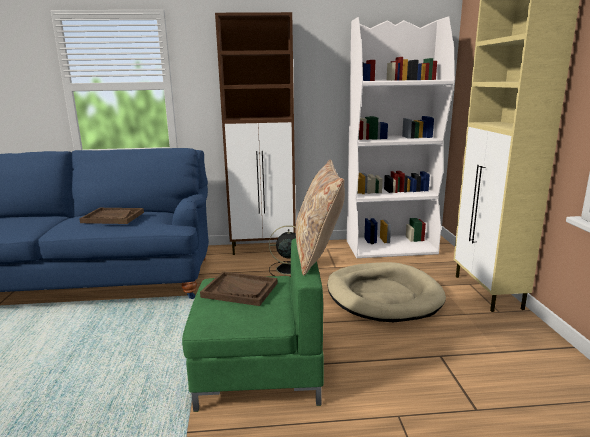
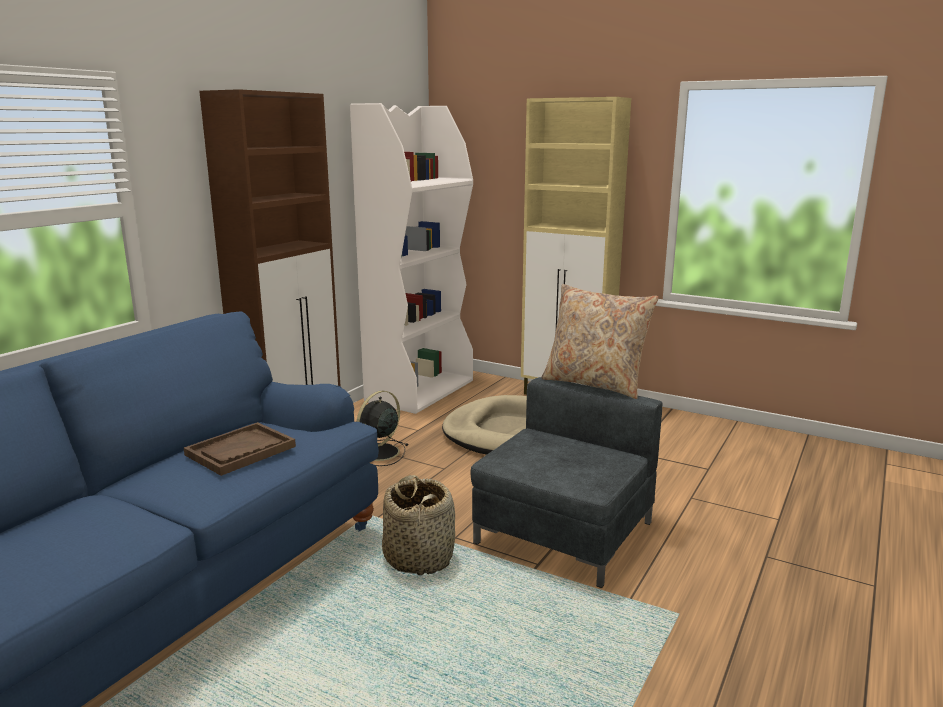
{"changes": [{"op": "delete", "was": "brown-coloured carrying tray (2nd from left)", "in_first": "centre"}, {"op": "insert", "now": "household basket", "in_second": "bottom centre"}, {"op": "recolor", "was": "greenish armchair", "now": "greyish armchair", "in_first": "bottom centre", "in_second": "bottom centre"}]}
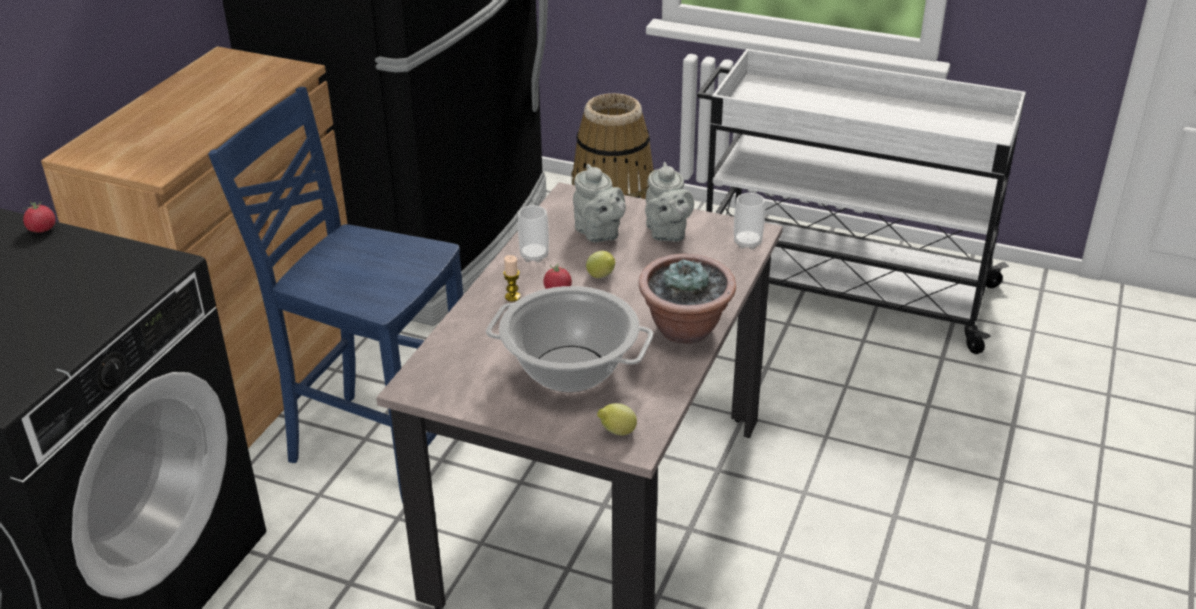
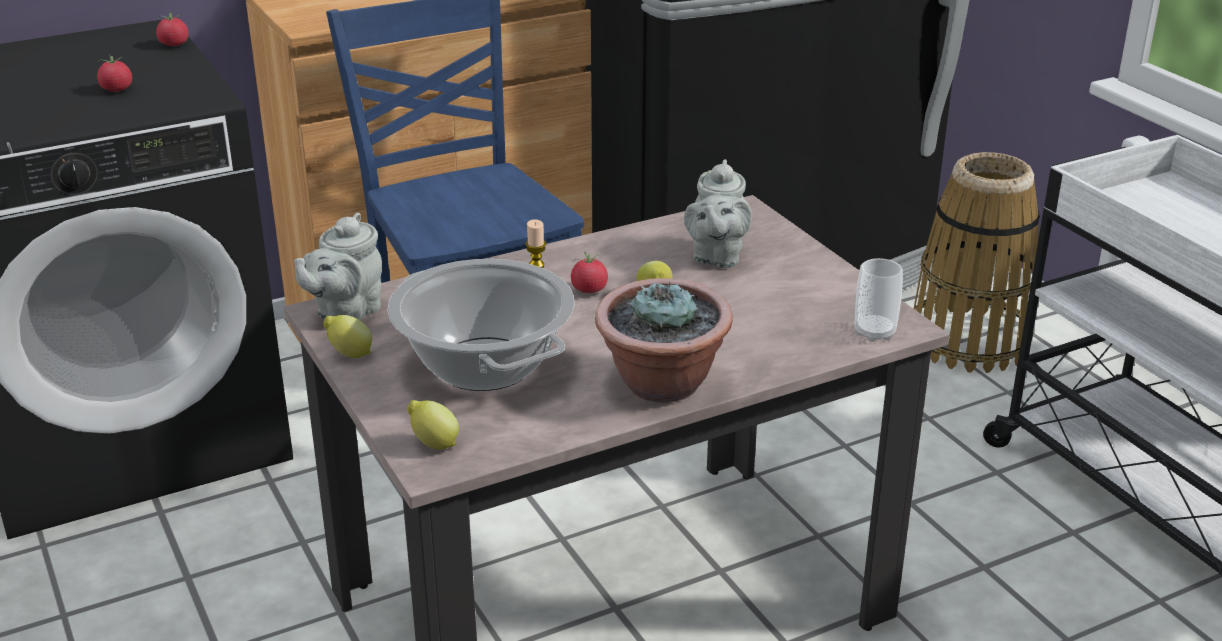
{"changes": [{"op": "delete", "was": "small cup (1st from left)", "in_first": "centre"}, {"op": "insert", "now": "fresh tomato (1st from left)", "in_second": "top left"}, {"op": "insert", "now": "citrus fruit (1st from left)", "in_second": "middle left"}, {"op": "move", "was": "greyish teapot (2nd from left in the first image)", "now": "greyish teapot (1st from left)", "in_first": "top centre", "in_second": "middle left"}]}
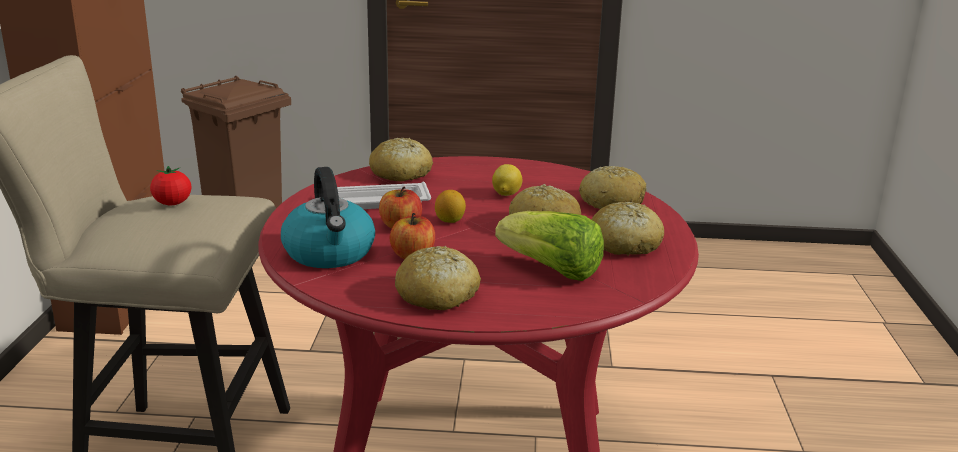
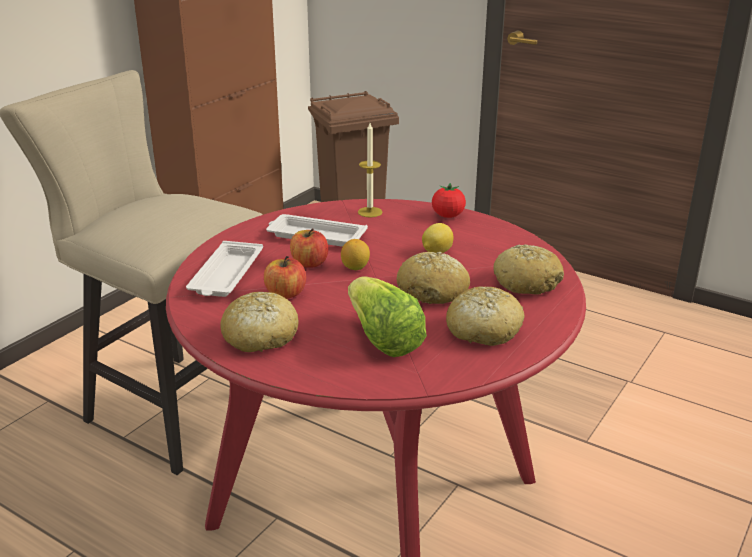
{"changes": [{"op": "move", "was": "fresh tomato", "in_first": "middle left", "in_second": "centre"}, {"op": "replace", "was": "tea kettle", "now": "white carrying tray (1st from left)", "in_first": "centre", "in_second": "middle left"}, {"op": "replace", "was": "bread (1st from left)", "now": "wax light", "in_first": "centre", "in_second": "top centre"}]}
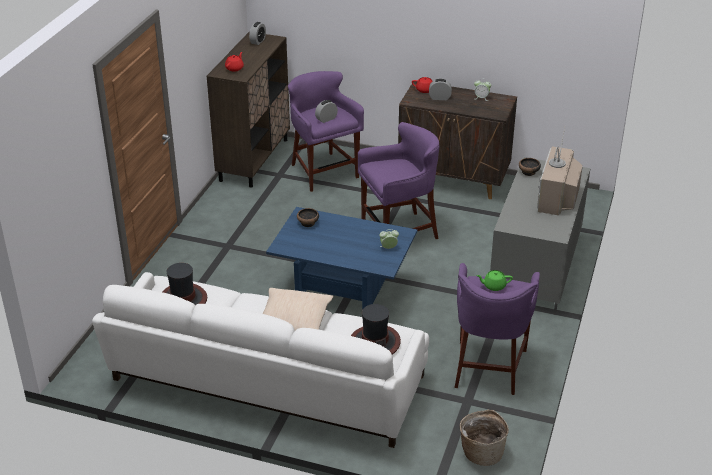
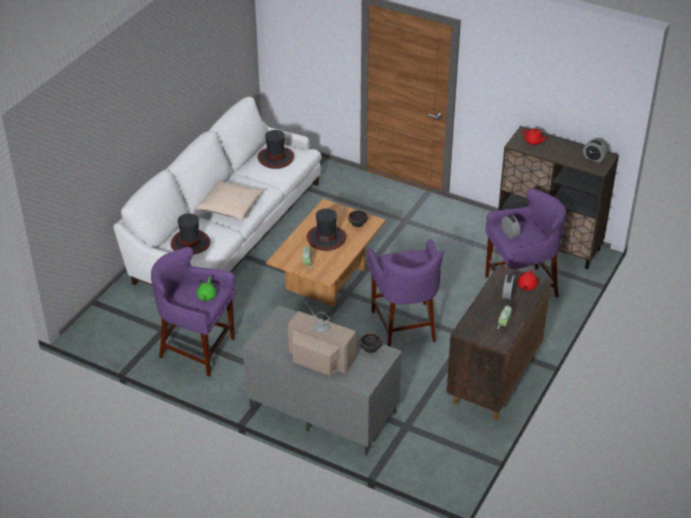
{"changes": [{"op": "delete", "was": "household basket", "in_first": "bottom right"}, {"op": "insert", "now": "clothing hat (3rd from left)", "in_second": "centre"}, {"op": "recolor", "was": "blue-coloured low table", "now": "brown-coloured low table", "in_first": "centre", "in_second": "centre"}]}
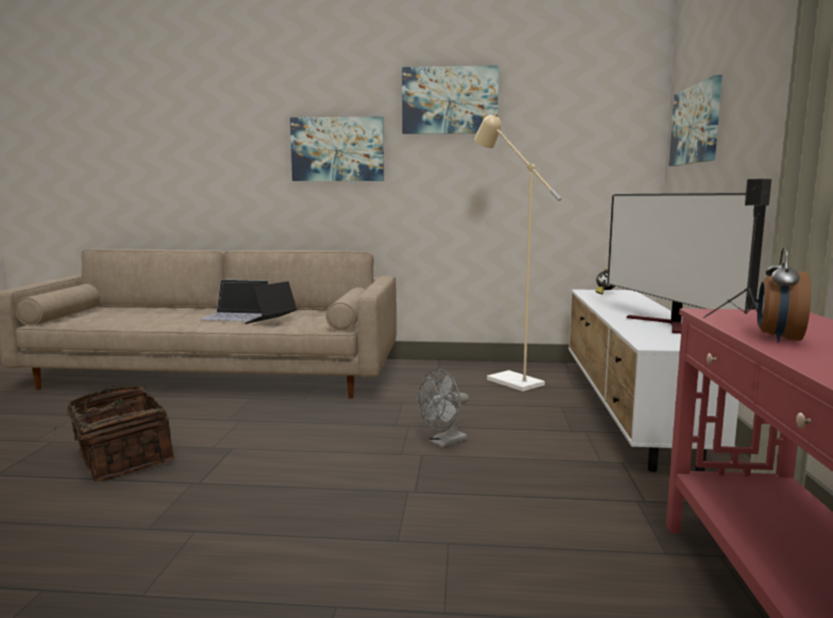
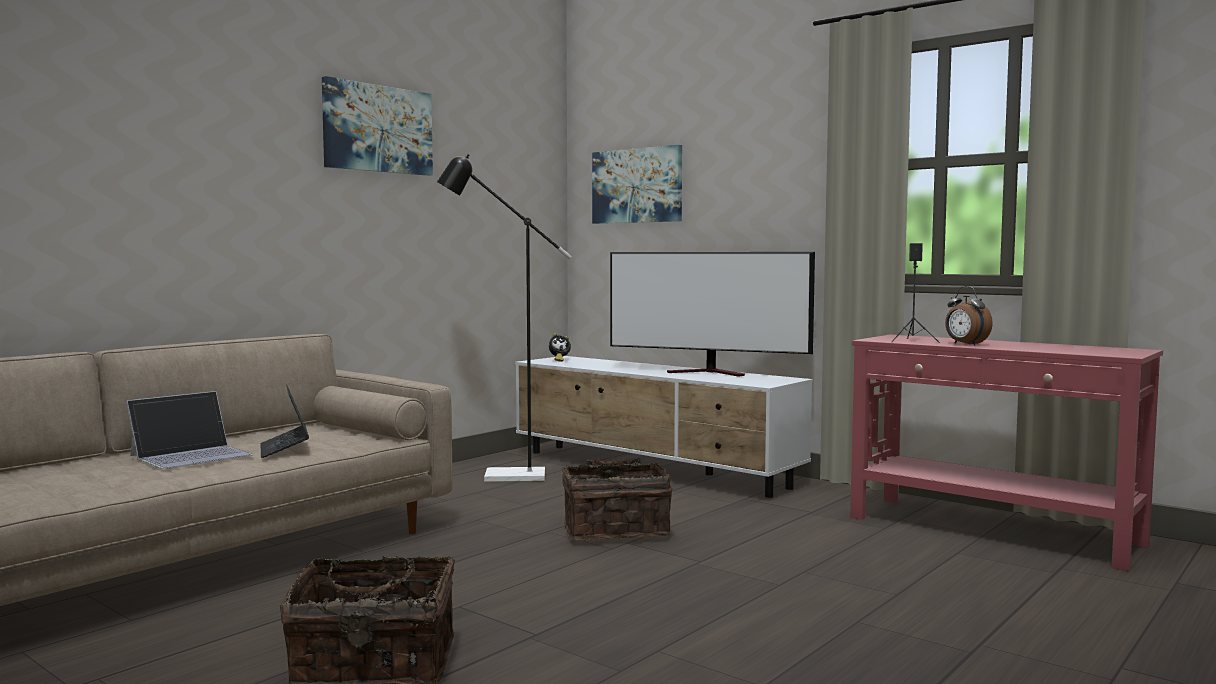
{"changes": [{"op": "delete", "was": "wall picture (1st from left)", "in_first": "top centre"}, {"op": "replace", "was": "greyish electric fan", "now": "household basket (2nd from left)", "in_first": "centre", "in_second": "bottom centre"}, {"op": "recolor", "was": "sand-coloured floor lamp", "now": "blackish floor lamp", "in_first": "centre", "in_second": "centre"}]}
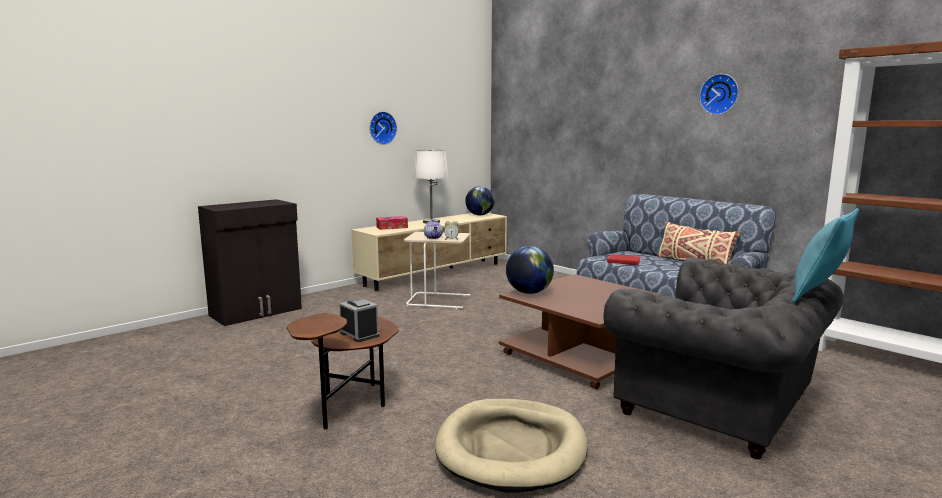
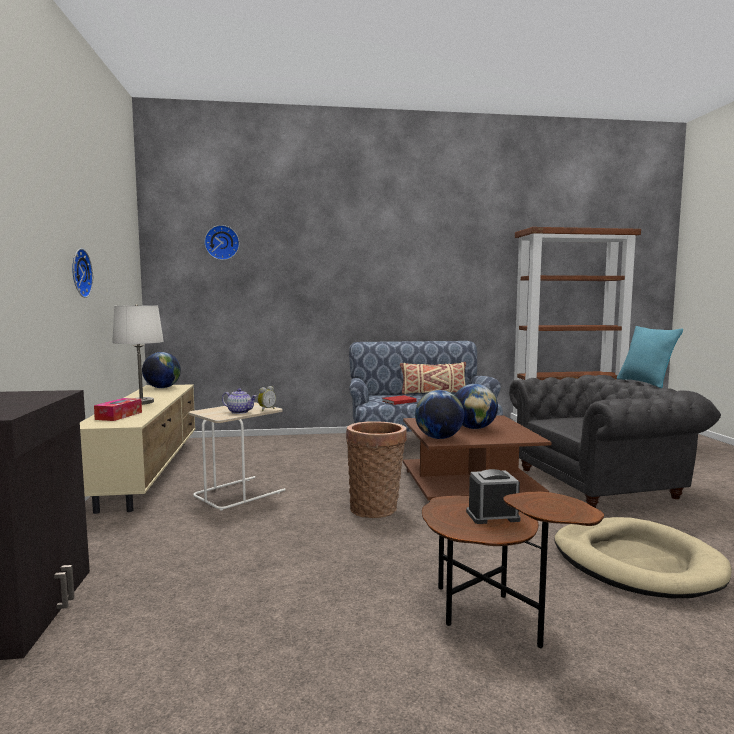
{"changes": [{"op": "insert", "now": "household basket", "in_second": "centre"}, {"op": "insert", "now": "world globe (3rd from left)", "in_second": "centre"}, {"op": "move", "was": "clock on the wall (2nd from left)", "in_first": "top right", "in_second": "top left"}]}
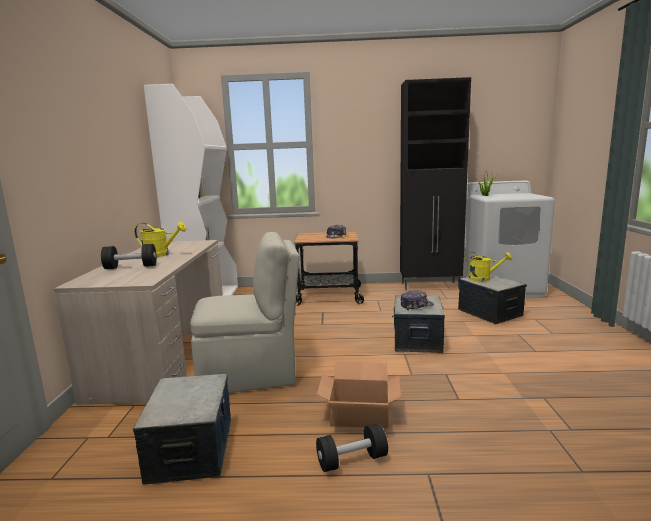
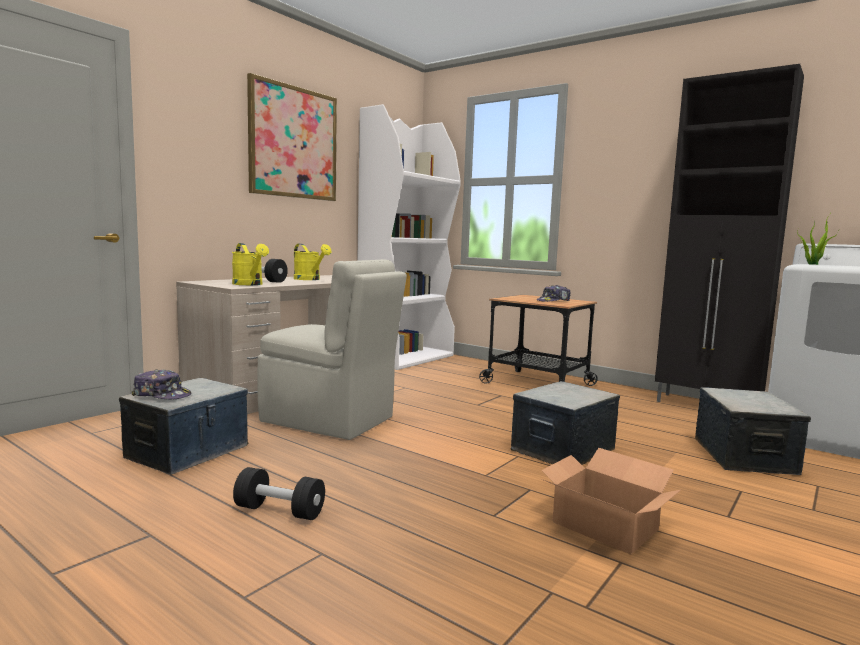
{"changes": [{"op": "insert", "now": "wall picture", "in_second": "top centre"}, {"op": "move", "was": "cardboard box", "in_first": "bottom centre", "in_second": "bottom right"}, {"op": "move", "was": "peaked cap (2nd from left in the first image)", "now": "peaked cap (1st from left)", "in_first": "centre", "in_second": "middle left"}, {"op": "move", "was": "yellow sprinkling can (2nd from left in the first image)", "now": "yellow sprinkling can (1st from left)", "in_first": "middle right", "in_second": "middle left"}]}
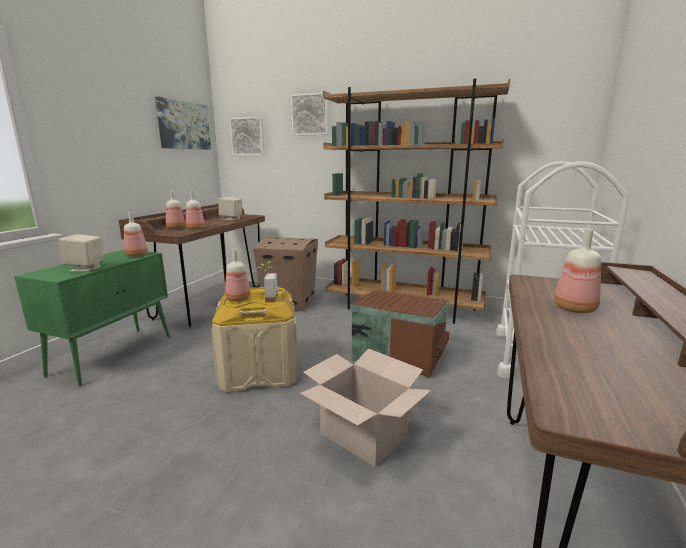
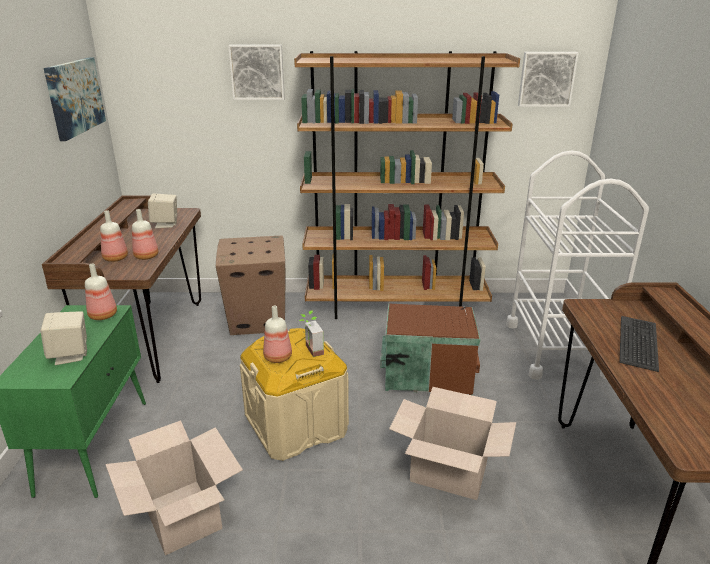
{"changes": [{"op": "insert", "now": "cardboard box (1st from left)", "in_second": "bottom left"}, {"op": "move", "was": "wall picture (2nd from left in the first image)", "now": "wall picture (3rd from left)", "in_first": "top centre", "in_second": "top right"}, {"op": "replace", "was": "drink bottle (5th from left)", "now": "PC keyboard", "in_first": "middle right", "in_second": "middle right"}]}
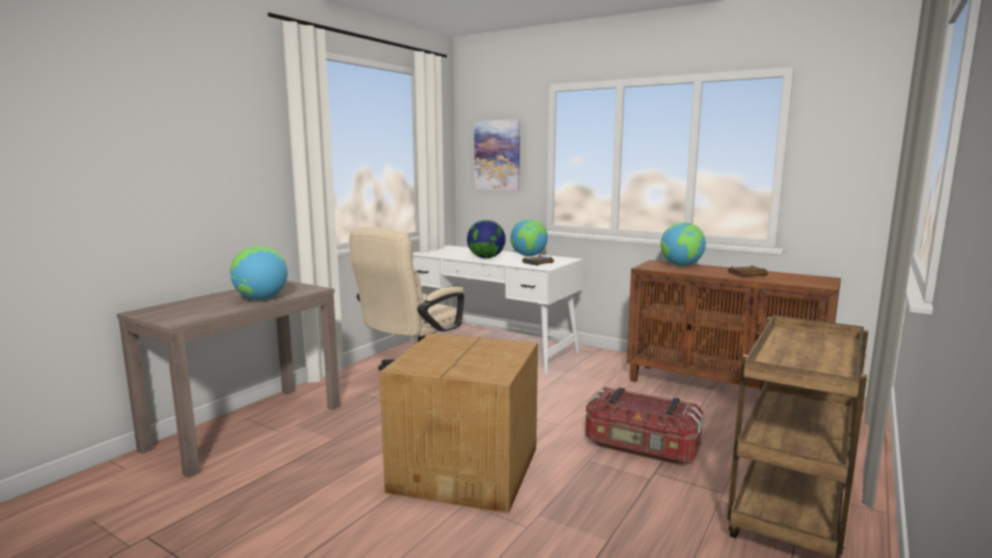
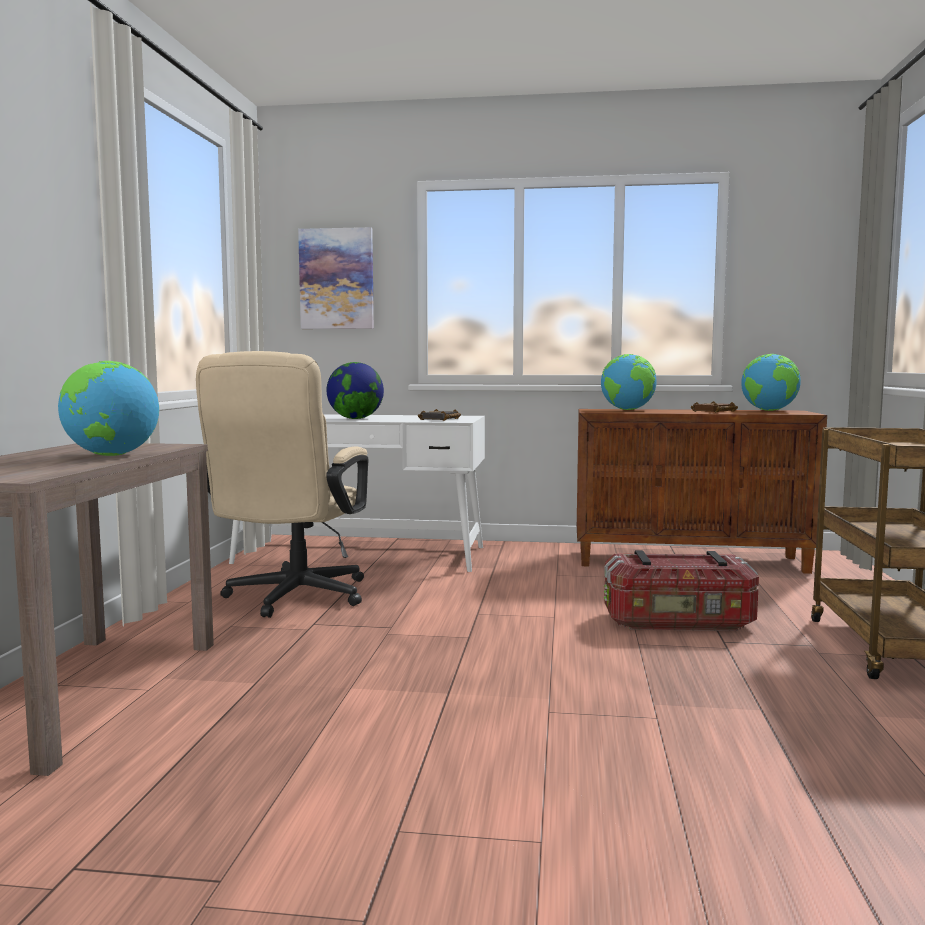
{"changes": [{"op": "delete", "was": "cardboard box", "in_first": "bottom centre"}, {"op": "move", "was": "world globe (3rd from left in the first image)", "now": "world globe (4th from left)", "in_first": "centre", "in_second": "middle right"}]}
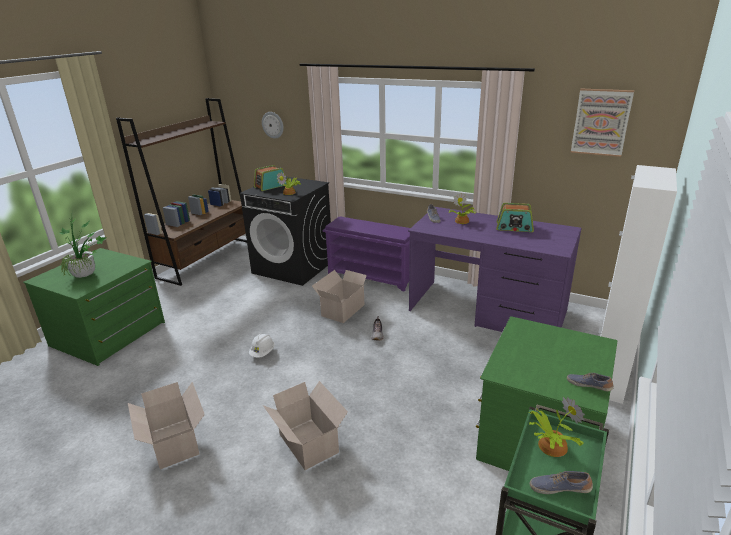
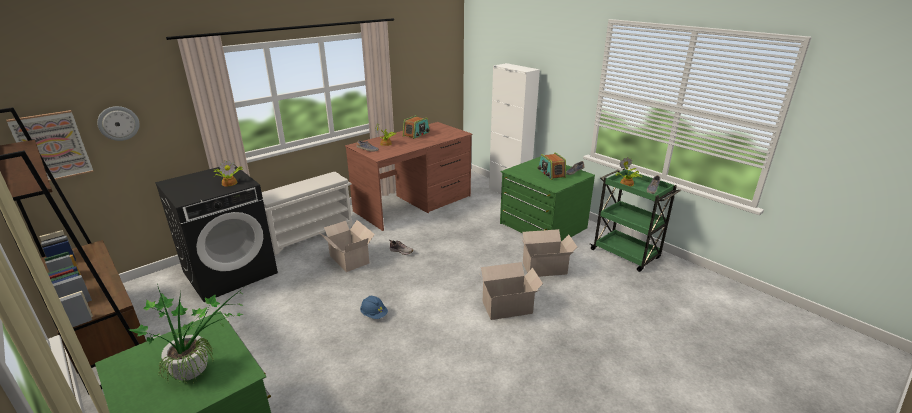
{"changes": [{"op": "move", "was": "cardboard box (1st from left in the first image)", "now": "cardboard box (3rd from left)", "in_first": "bottom left", "in_second": "centre"}, {"op": "move", "was": "radio receiver (1st from left in the first image)", "now": "radio receiver (2nd from left)", "in_first": "top centre", "in_second": "centre"}, {"op": "move", "was": "wall picture", "in_first": "top right", "in_second": "middle left"}, {"op": "recolor", "was": "white work helmet", "now": "blue-coloured work helmet", "in_first": "centre", "in_second": "bottom centre"}, {"op": "recolor", "was": "purple shoe rack", "now": "white shoe rack", "in_first": "centre", "in_second": "centre"}, {"op": "recolor", "was": "purple desk unit", "now": "brown-coloured desk unit", "in_first": "middle right", "in_second": "centre"}]}
